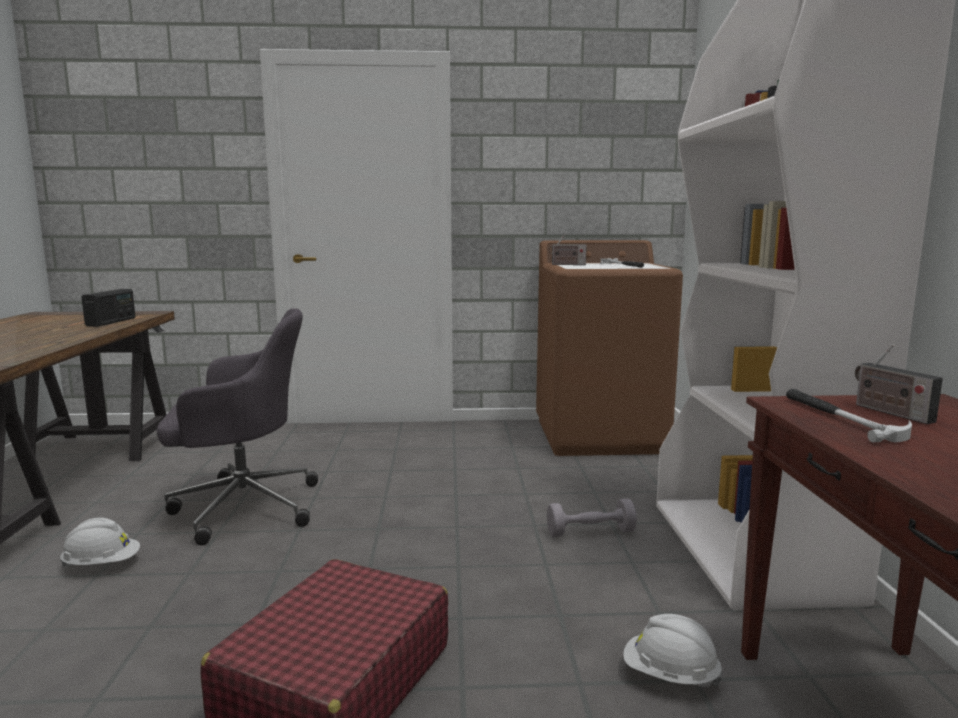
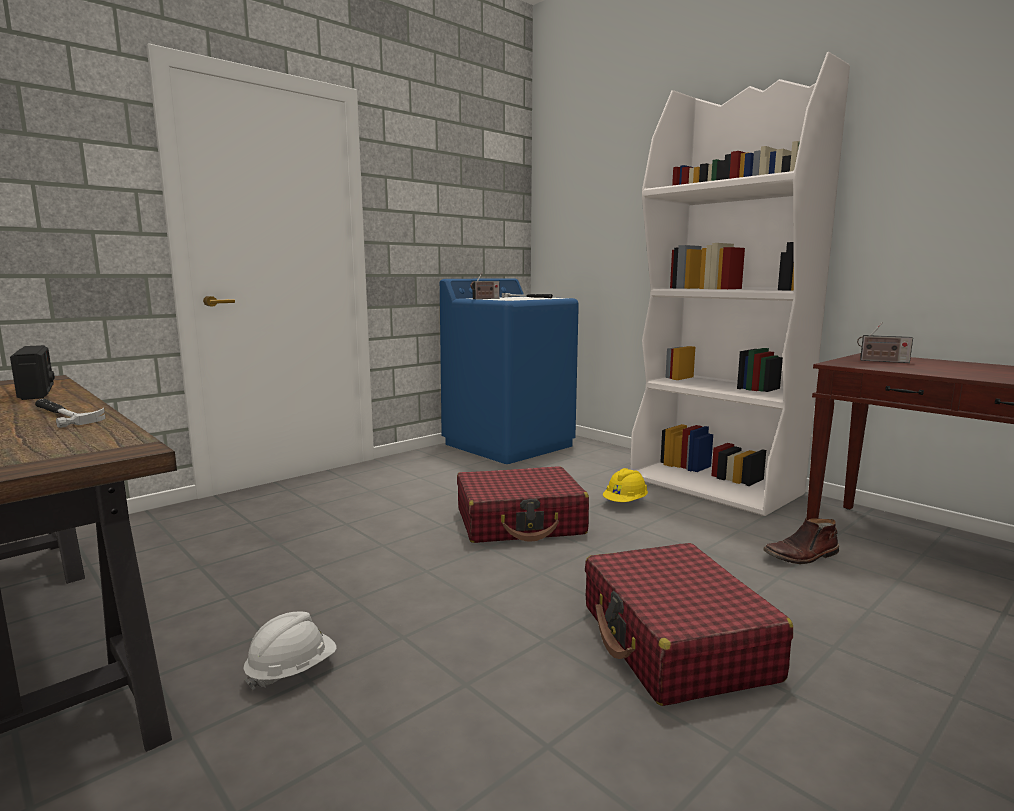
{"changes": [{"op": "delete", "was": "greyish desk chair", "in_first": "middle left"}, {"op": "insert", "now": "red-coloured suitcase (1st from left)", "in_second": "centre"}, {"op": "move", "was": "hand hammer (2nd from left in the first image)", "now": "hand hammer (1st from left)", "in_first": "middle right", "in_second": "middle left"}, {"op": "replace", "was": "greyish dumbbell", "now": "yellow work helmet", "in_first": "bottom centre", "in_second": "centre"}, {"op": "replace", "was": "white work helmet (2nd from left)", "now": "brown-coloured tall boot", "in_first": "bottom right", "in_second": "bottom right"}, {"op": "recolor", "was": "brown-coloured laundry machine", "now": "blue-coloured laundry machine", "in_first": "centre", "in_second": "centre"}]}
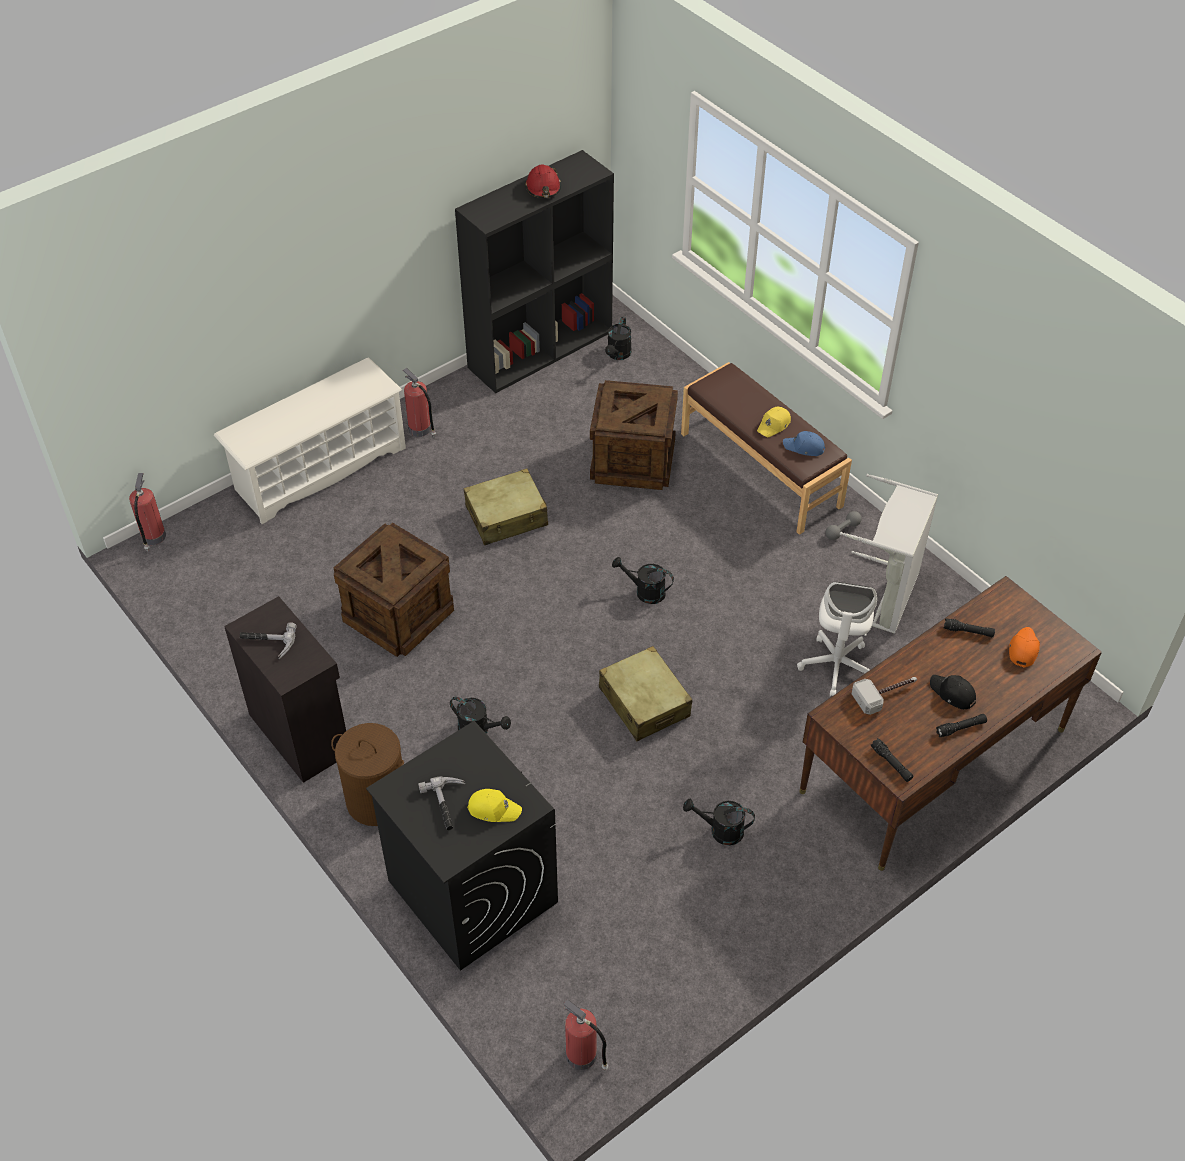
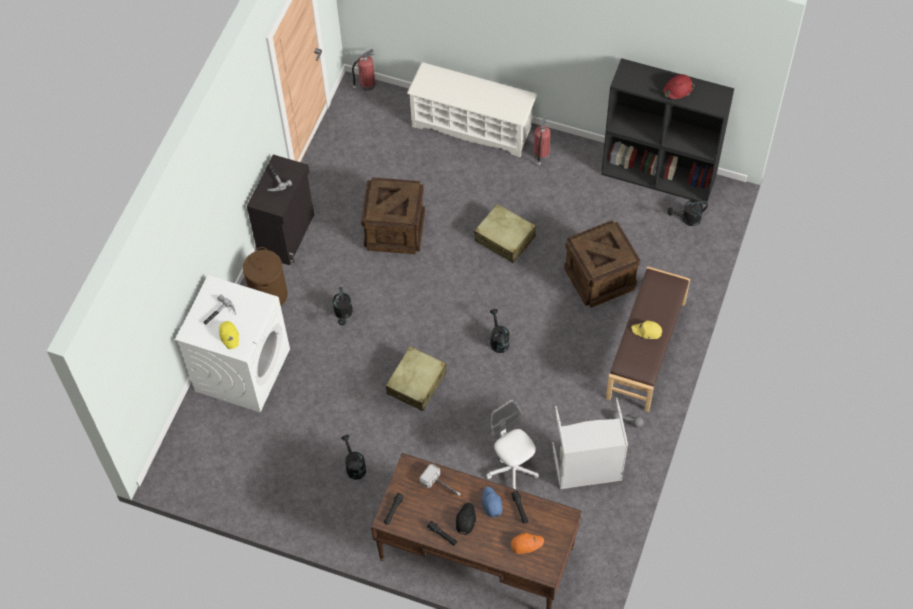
{"changes": [{"op": "delete", "was": "fire-fighting cylinder (3rd from left)", "in_first": "bottom centre"}, {"op": "move", "was": "blue-coloured peaked cap", "in_first": "middle right", "in_second": "bottom centre"}, {"op": "recolor", "was": "blackish laundry machine", "now": "white laundry machine", "in_first": "bottom centre", "in_second": "middle left"}, {"op": "rotate", "was": "white desk chair", "in_first": "middle right", "in_second": "bottom centre", "clockwise": 75}]}
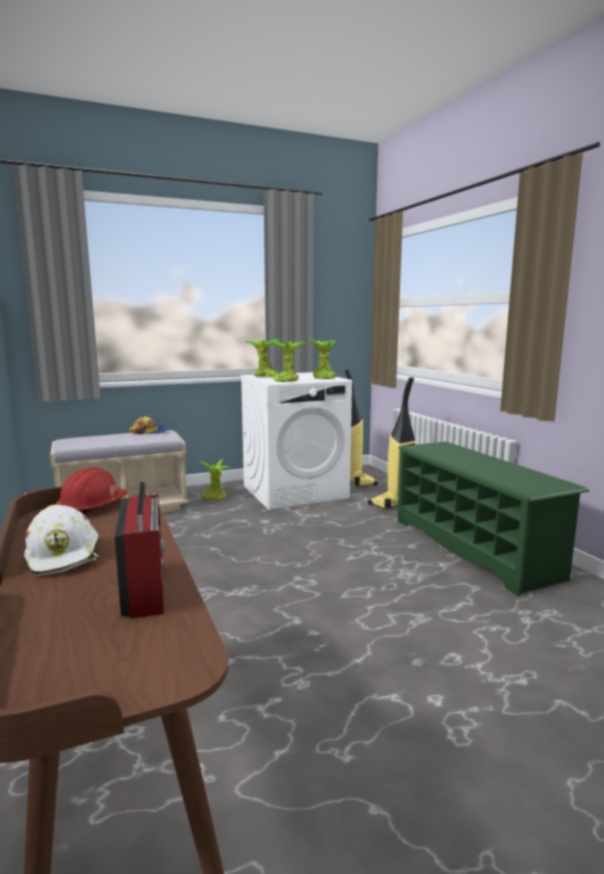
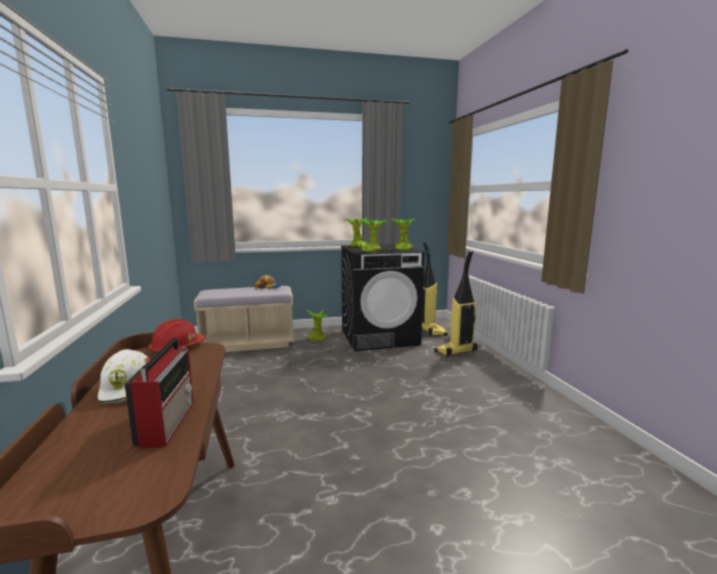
{"changes": [{"op": "delete", "was": "greenish shoe rack", "in_first": "middle right"}, {"op": "recolor", "was": "white laundry machine", "now": "blackish laundry machine", "in_first": "centre", "in_second": "centre"}]}
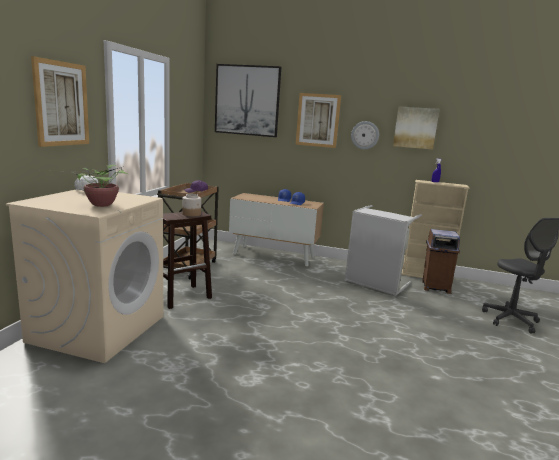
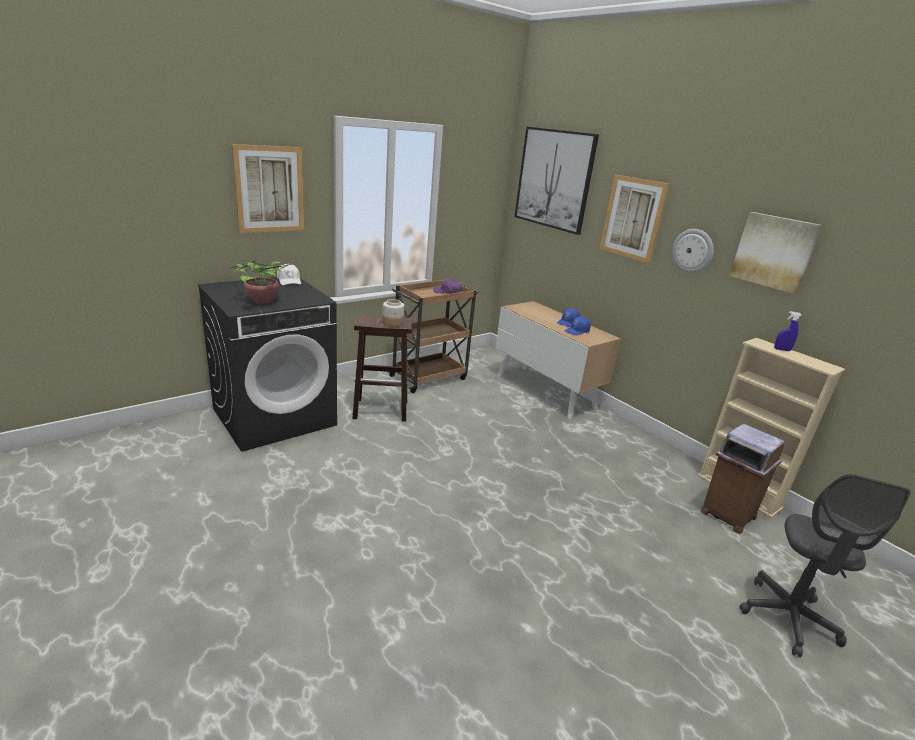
{"changes": [{"op": "delete", "was": "greyish hamper", "in_first": "middle right"}, {"op": "recolor", "was": "sand-coloured laundry machine", "now": "blackish laundry machine", "in_first": "middle left", "in_second": "middle left"}]}
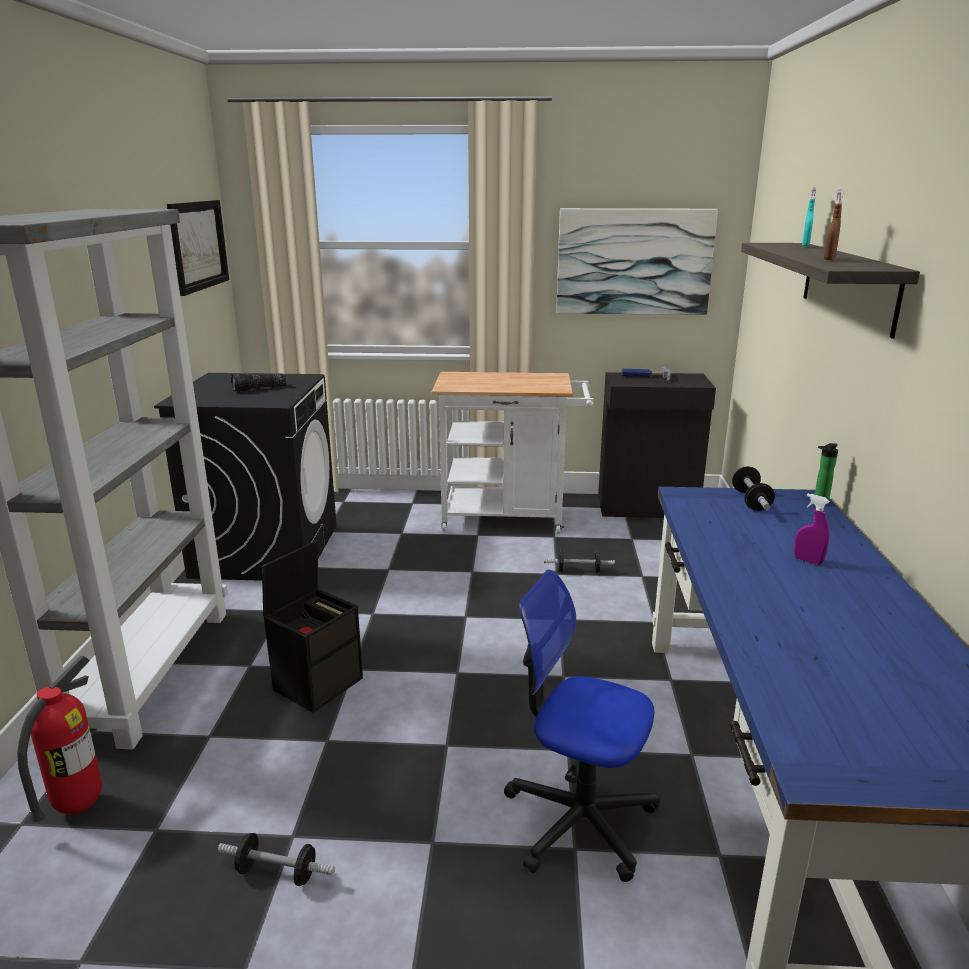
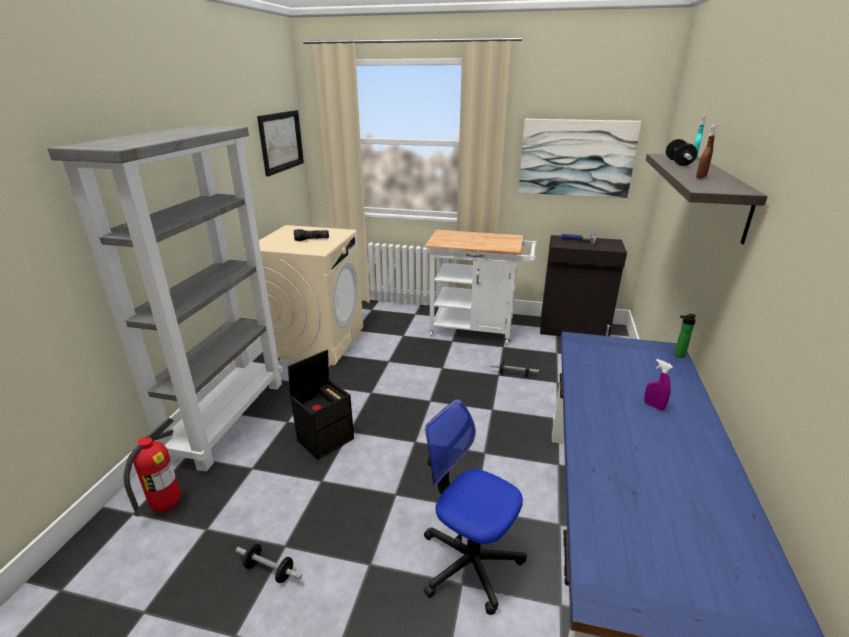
{"changes": [{"op": "move", "was": "dumbbell (3rd from left)", "in_first": "middle right", "in_second": "top right"}, {"op": "recolor", "was": "blackish laundry machine", "now": "sand-coloured laundry machine", "in_first": "middle left", "in_second": "centre"}]}
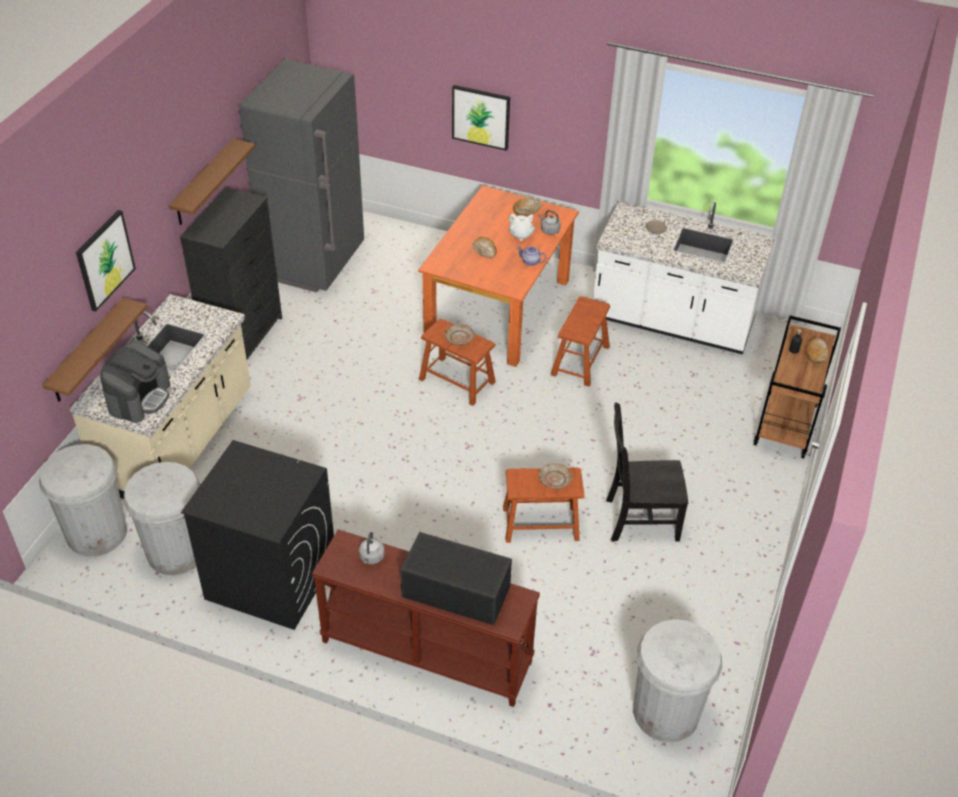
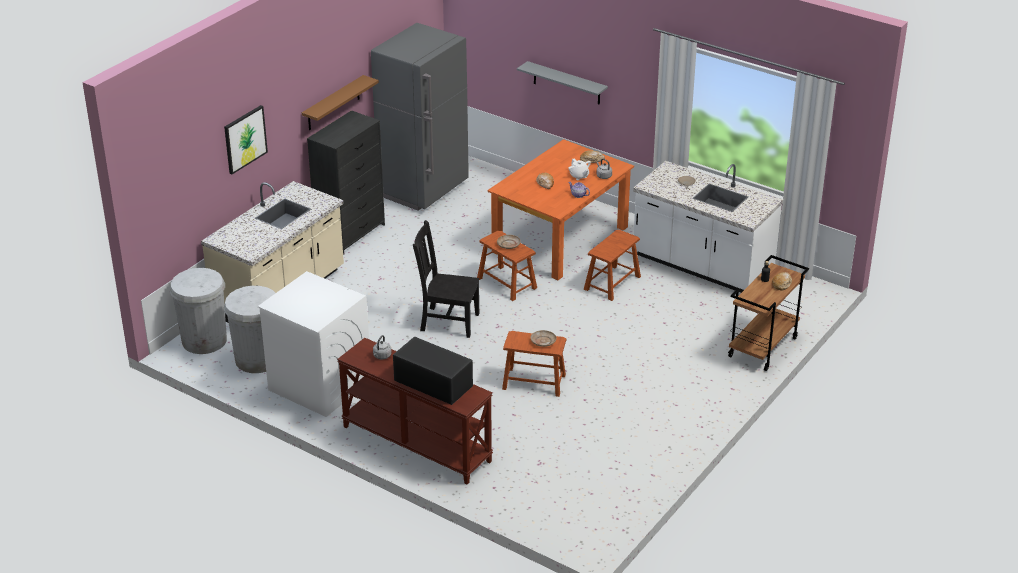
{"changes": [{"op": "delete", "was": "brown-coloured bracket shelf (1st from left)", "in_first": "middle left"}, {"op": "delete", "was": "coffee maker", "in_first": "middle left"}, {"op": "delete", "was": "white trash can (3rd from left)", "in_first": "bottom right"}, {"op": "move", "was": "blackish plain chair", "in_first": "middle right", "in_second": "centre"}, {"op": "replace", "was": "wall picture (2nd from left)", "now": "greyish bracket shelf", "in_first": "top centre", "in_second": "top centre"}, {"op": "recolor", "was": "blackish laundry machine", "now": "white laundry machine", "in_first": "bottom left", "in_second": "middle left"}]}
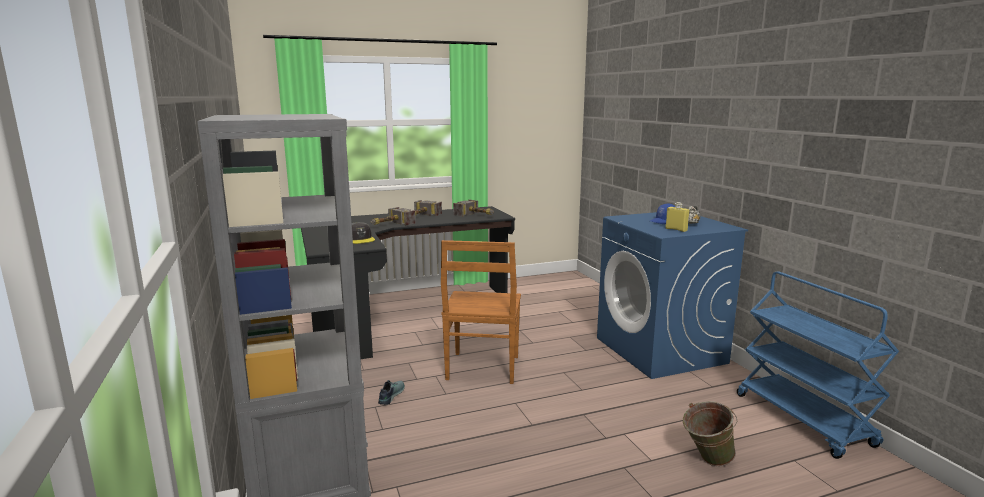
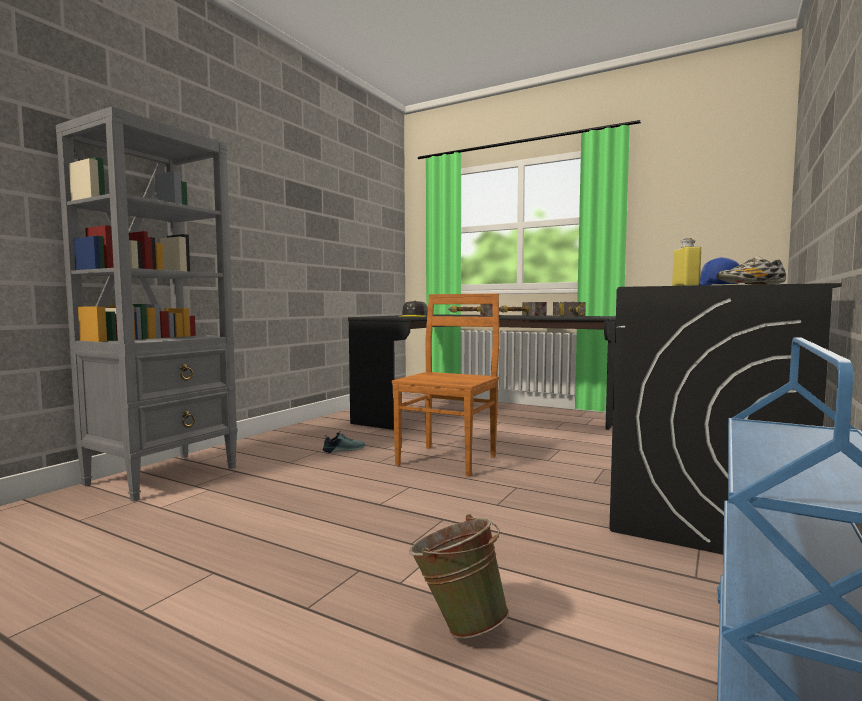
{"changes": [{"op": "recolor", "was": "blue-coloured laundry machine", "now": "blackish laundry machine", "in_first": "middle right", "in_second": "middle right"}, {"op": "rotate", "was": "brown-coloured plain chair", "in_first": "centre", "in_second": "centre", "clockwise": 150}]}
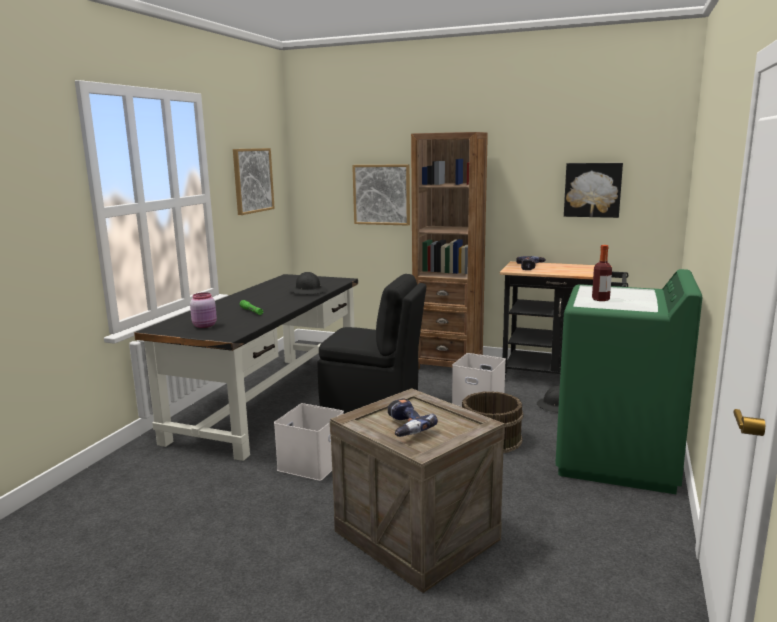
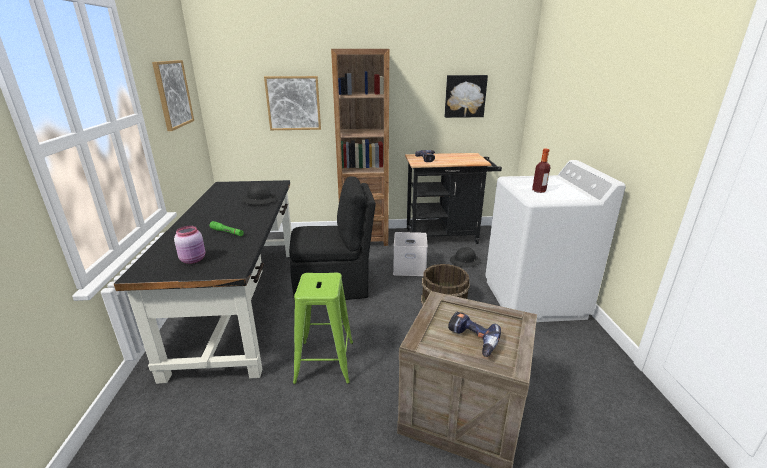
{"changes": [{"op": "replace", "was": "white storage bin (1st from left)", "now": "greenish sitting stool", "in_first": "bottom centre", "in_second": "bottom centre"}, {"op": "recolor", "was": "greenish laundry machine", "now": "white laundry machine", "in_first": "middle right", "in_second": "middle right"}]}
